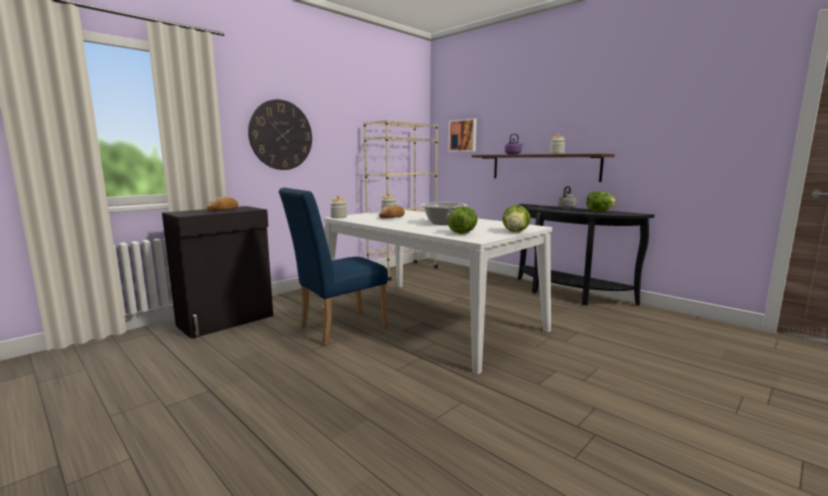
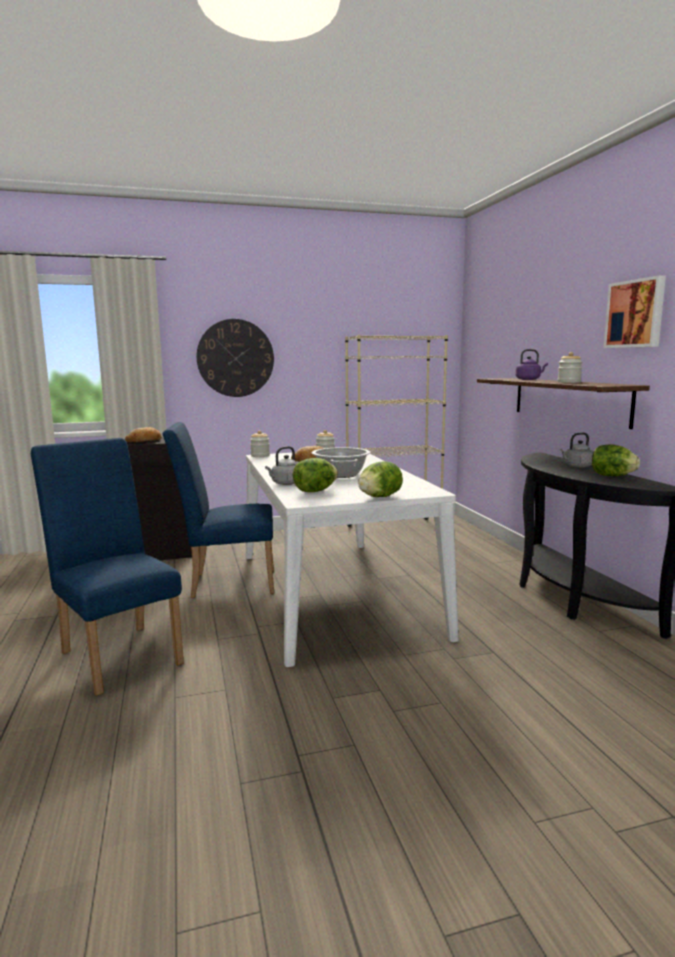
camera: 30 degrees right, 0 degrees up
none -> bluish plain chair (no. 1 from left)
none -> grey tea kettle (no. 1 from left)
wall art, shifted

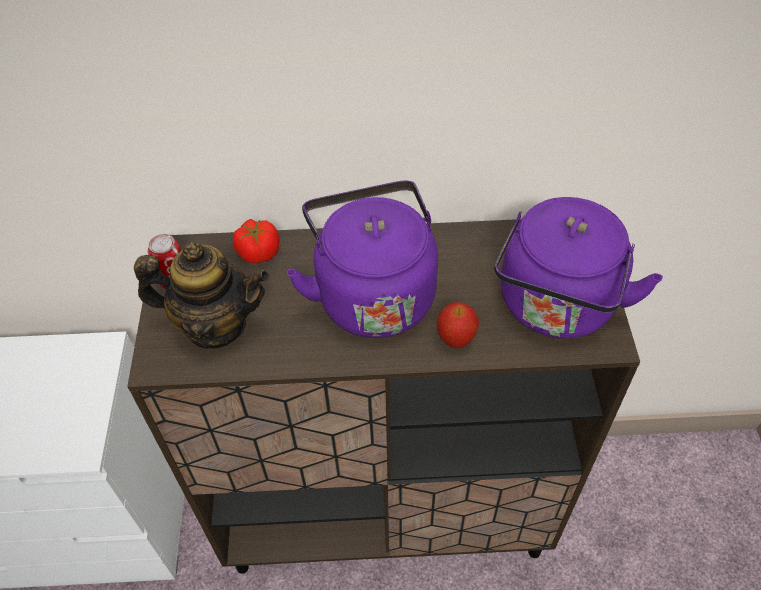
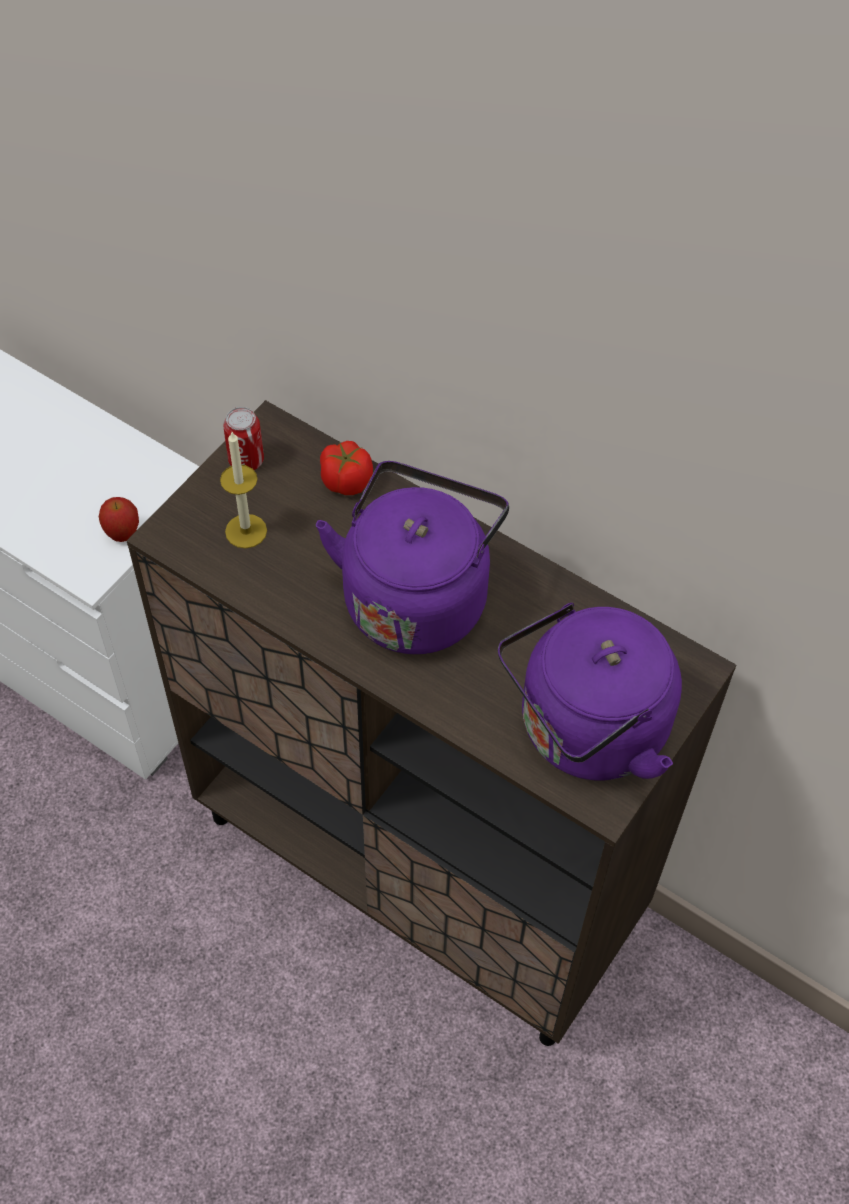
camera: 35 degrees right, 5 degrees up
apple, shifted
pot for tea -> candle

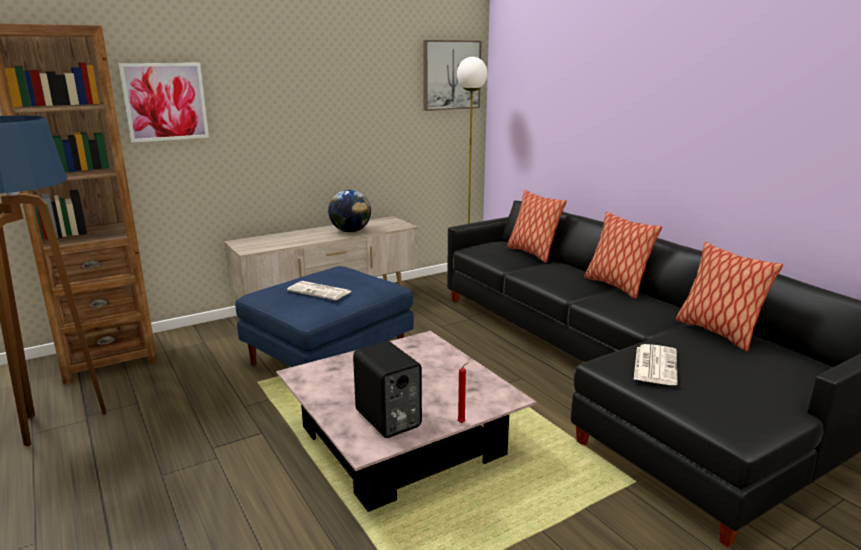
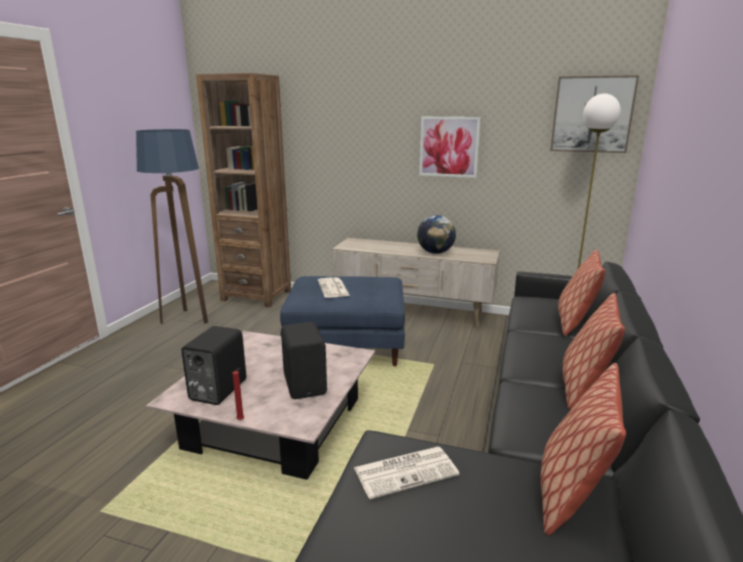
camera: 50 degrees right, 0 degrees up
none -> black audio speaker (no. 2 from left)
wall art (no. 1 from left), shifted

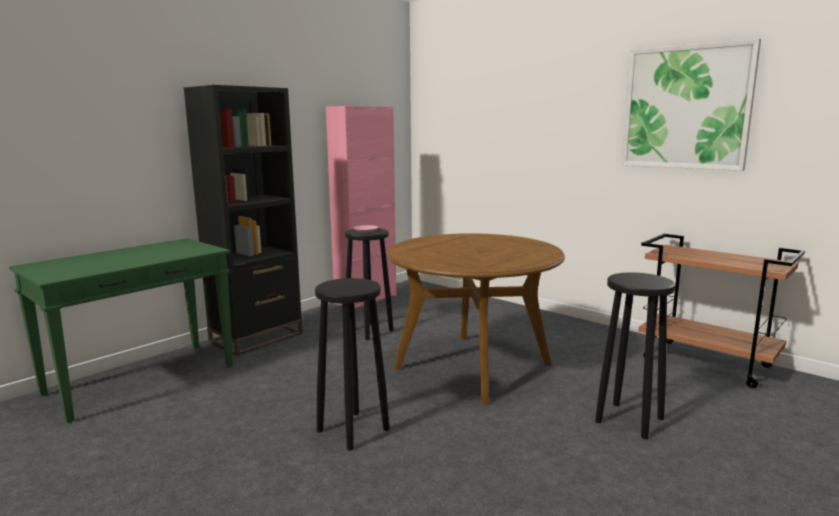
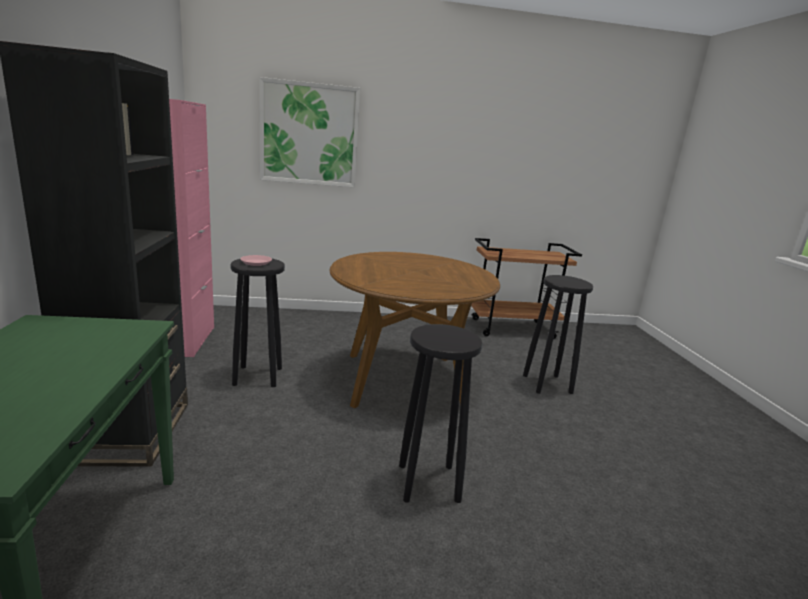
camera: 50 degrees left, 5 degrees up
wall art, shifted

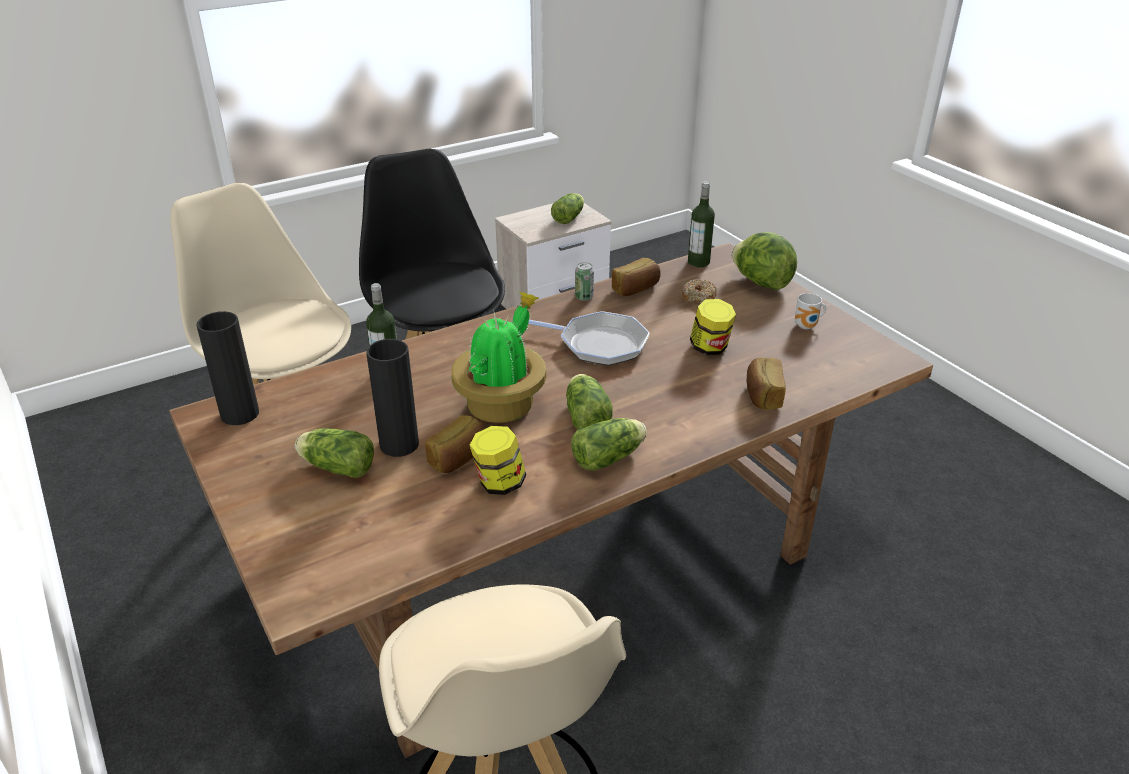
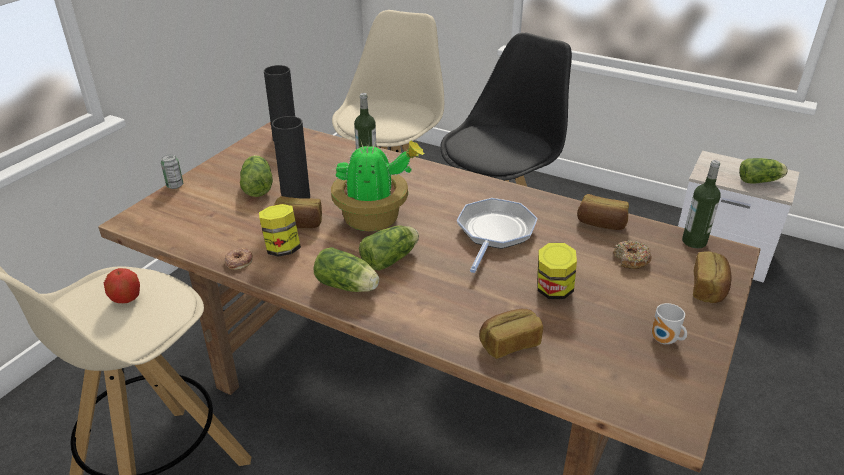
camera: 60 degrees right, 0 degrees up
none -> apple
none -> donut (no. 1 from left)
sealed can, shifted
lettuce head (no. 5 from left) -> baked bread (no. 4 from left)
skillet, 150 degrees counterclockwise

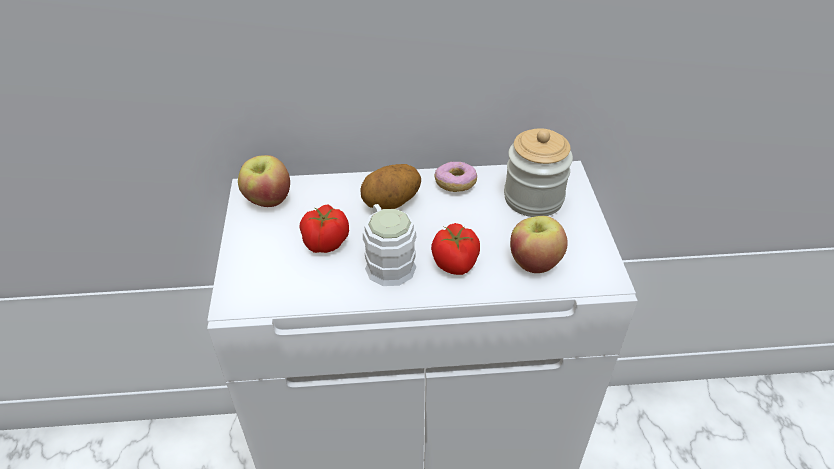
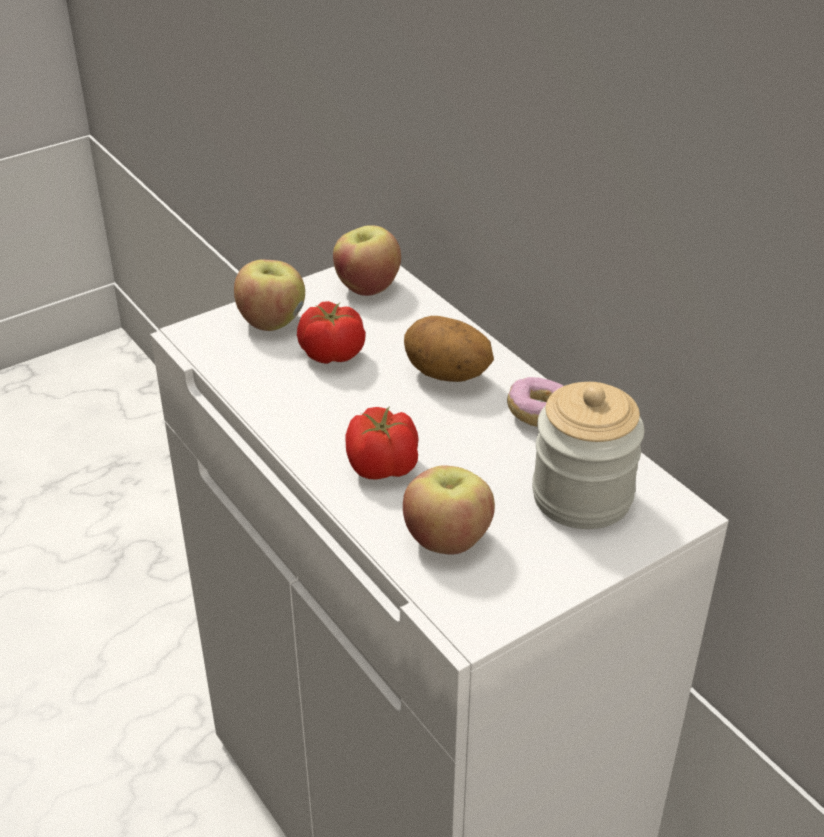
camera: 60 degrees right, 5 degrees down
white-coloured tea mug -> none
none -> apple (no. 1 from left)

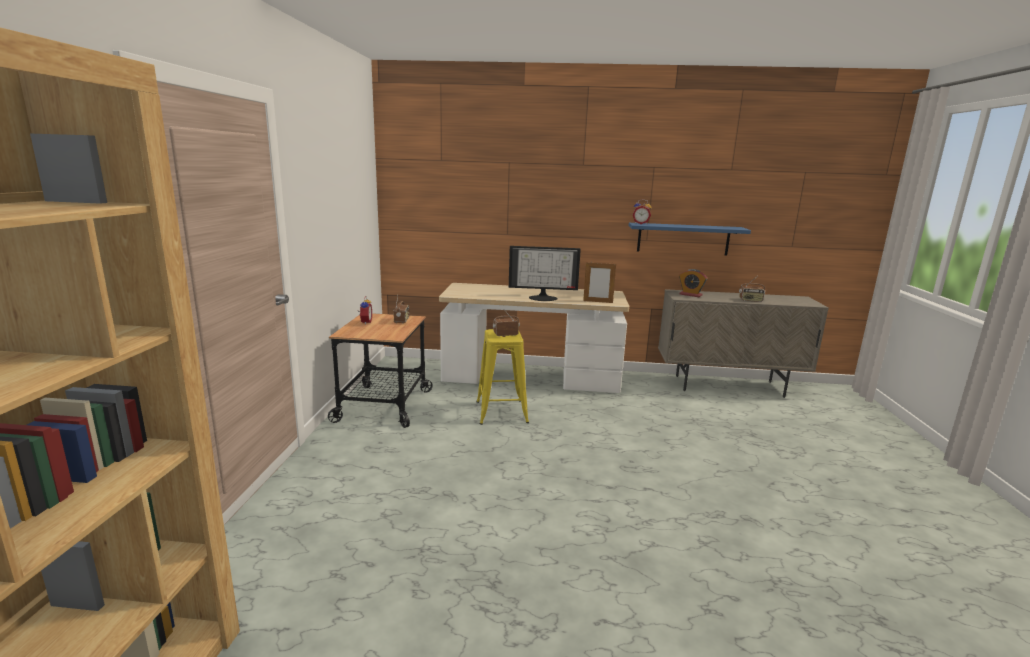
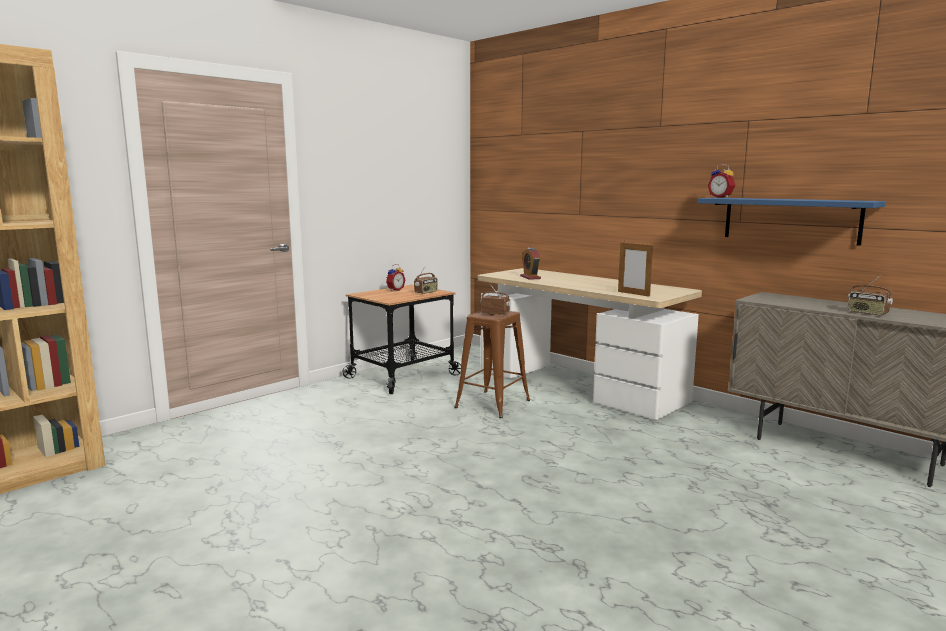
camera: 40 degrees right, 5 degrees down
computer display -> none
alarm clock (no. 3 from left in the first image) -> alarm clock (no. 2 from left), shifted
yellow-coloured sitting stool -> brown-coloured sitting stool

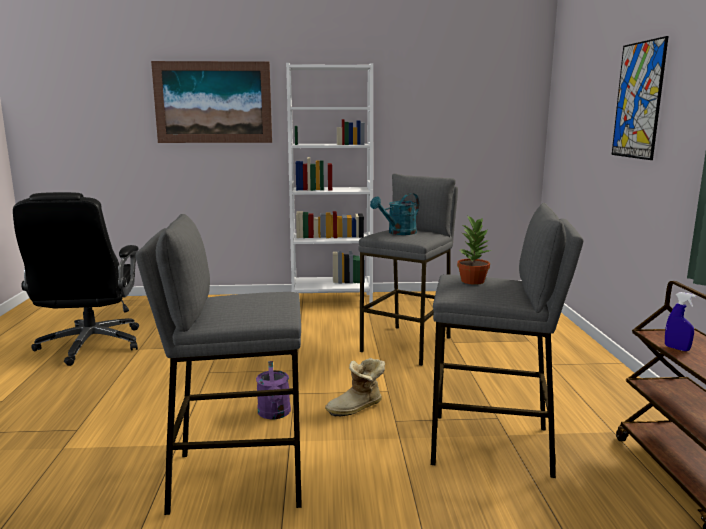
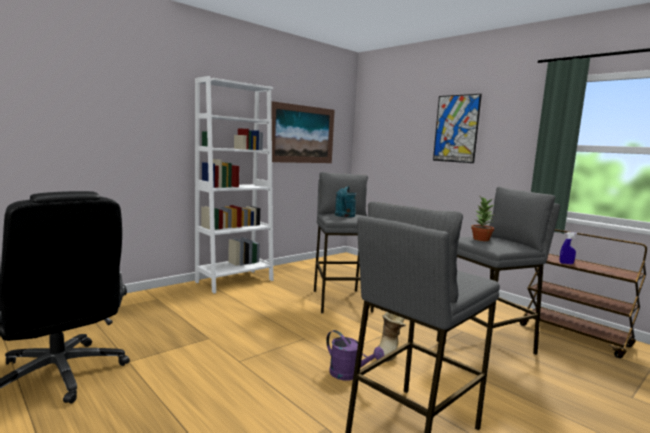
camera: 40 degrees left, 5 degrees down
wall art (no. 1 from left), shifted

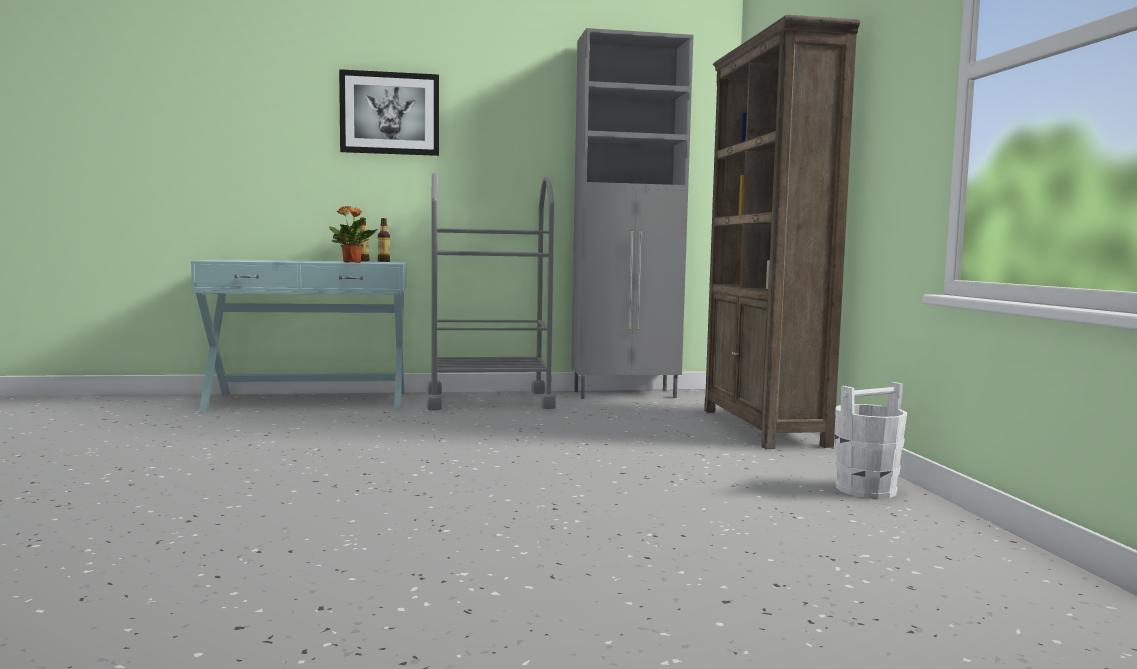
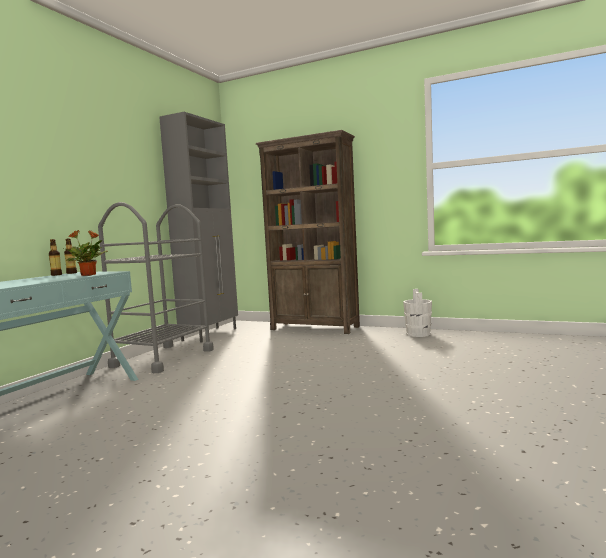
camera: 55 degrees left, 0 degrees up
wall art -> none

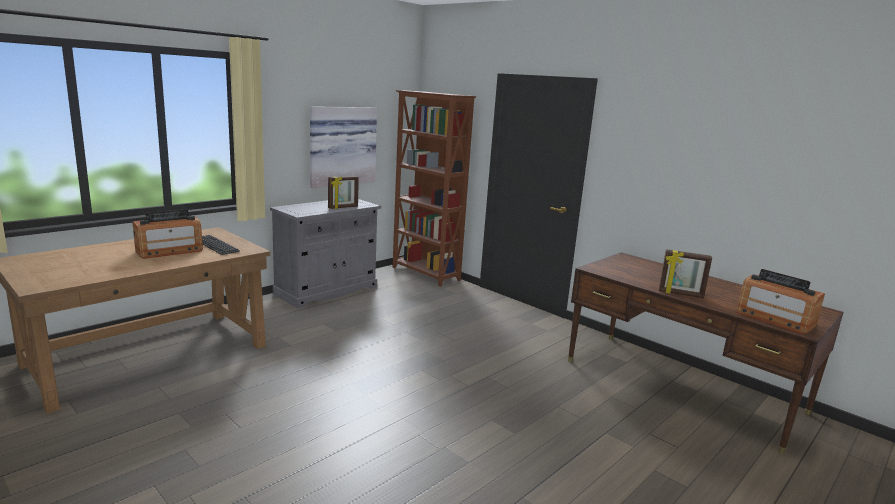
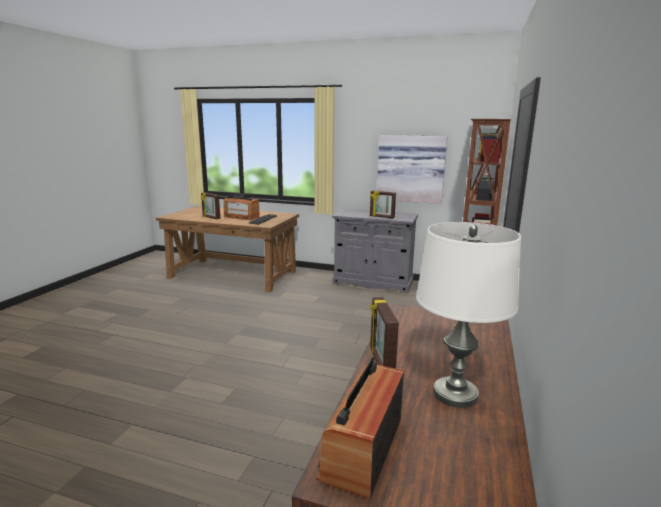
camera: 65 degrees right, 0 degrees up
none -> photo frame (no. 1 from left)
none -> white-coloured lamp for a table

